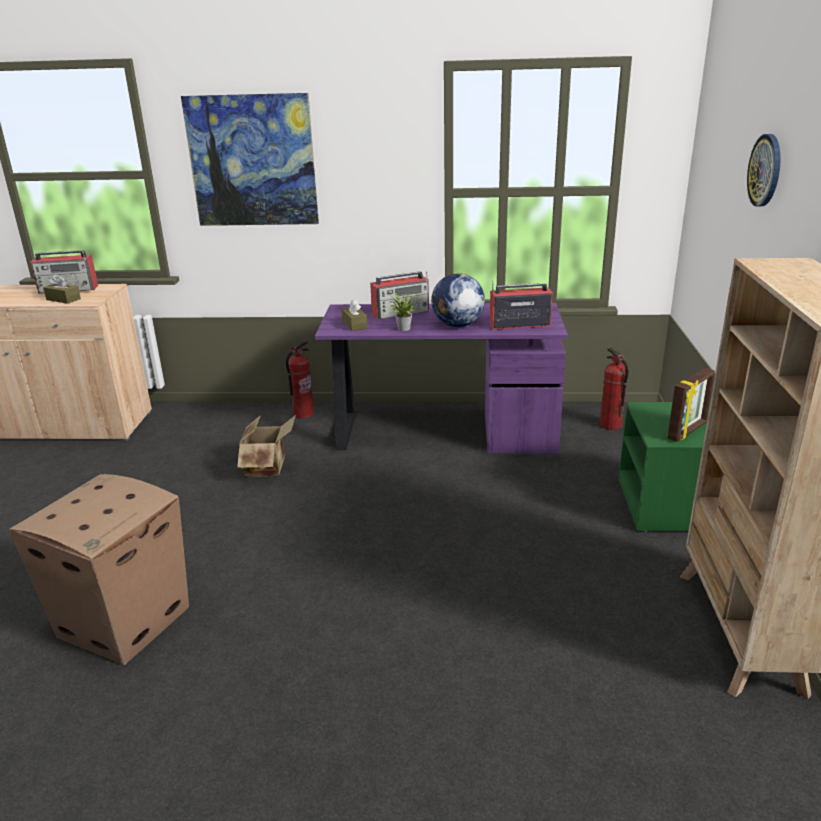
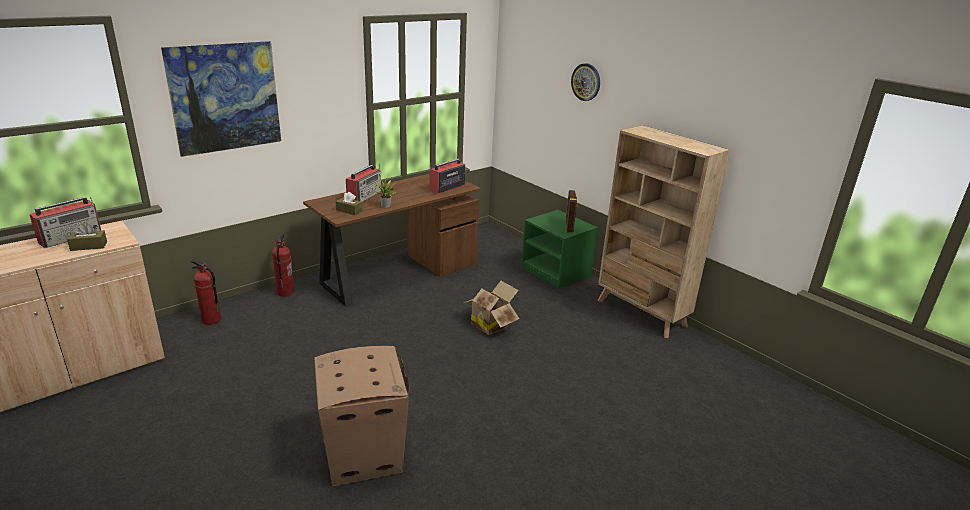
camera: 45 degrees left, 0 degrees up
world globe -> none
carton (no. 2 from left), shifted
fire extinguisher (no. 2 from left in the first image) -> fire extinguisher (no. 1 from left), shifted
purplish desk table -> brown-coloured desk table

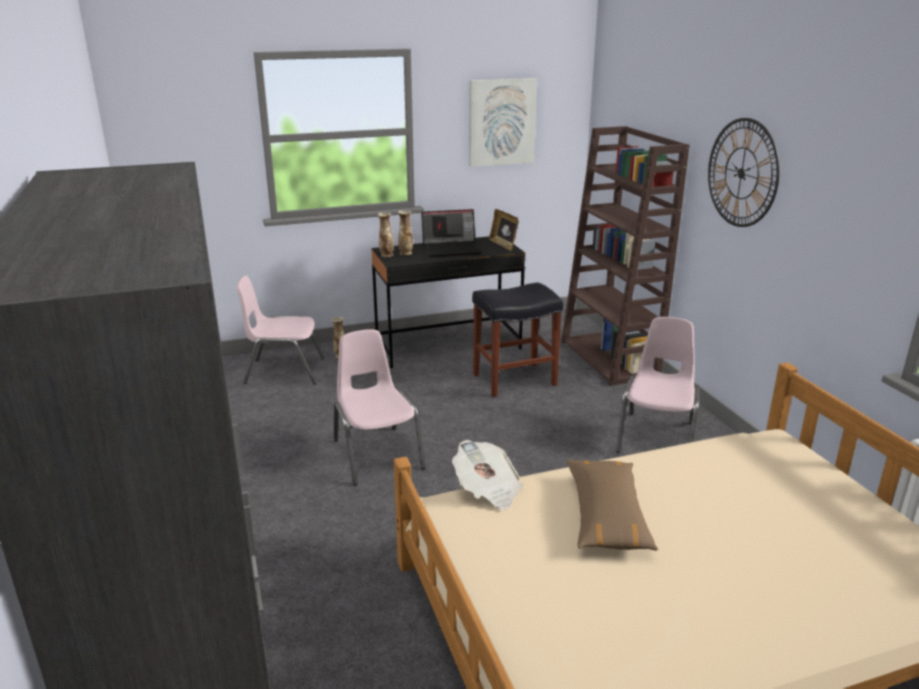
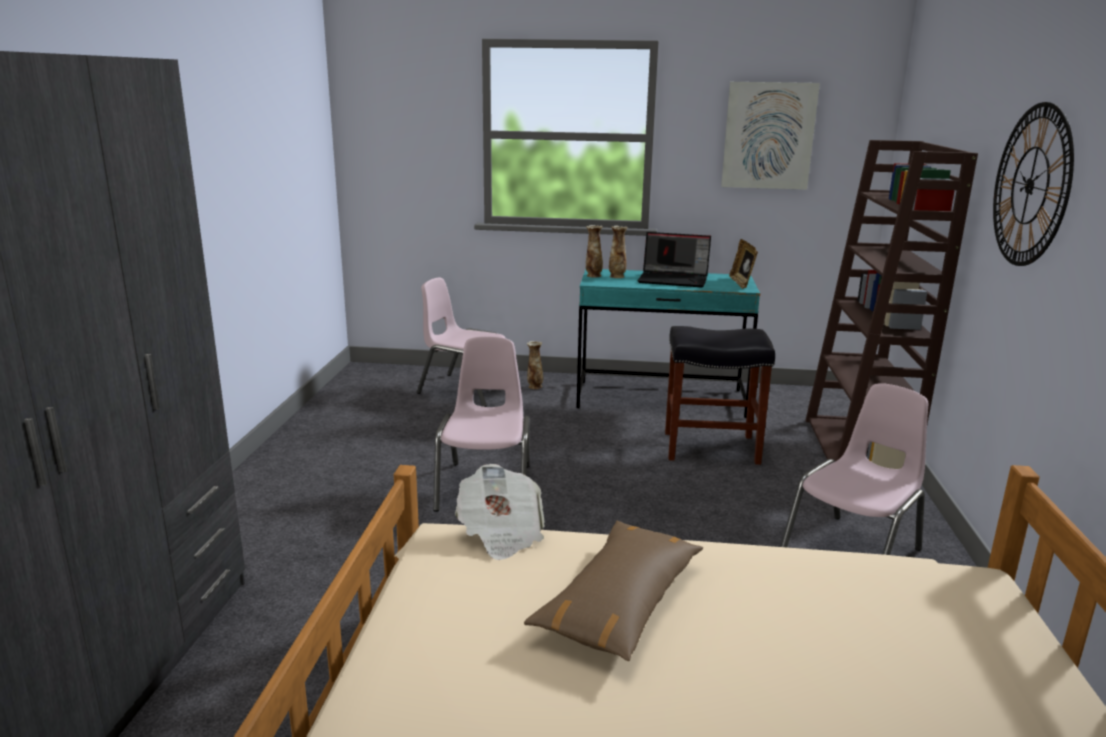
camera: 25 degrees right, 5 degrees down
black desk table -> turquoise desk table

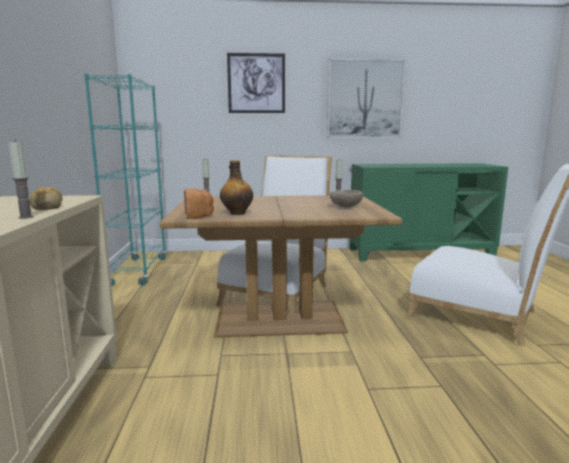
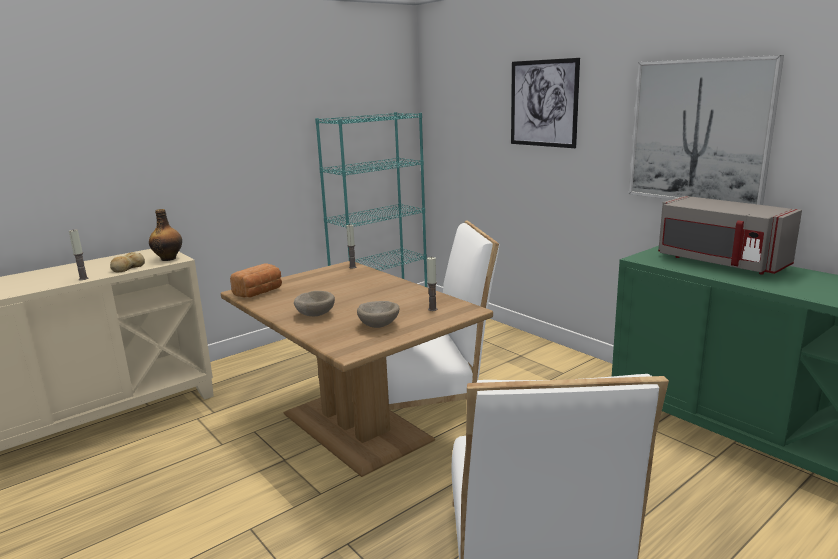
camera: 55 degrees right, 5 degrees up
none -> beige-coloured serving bowl (no. 1 from left)
none -> grey microwave
beverage bottle, shifted

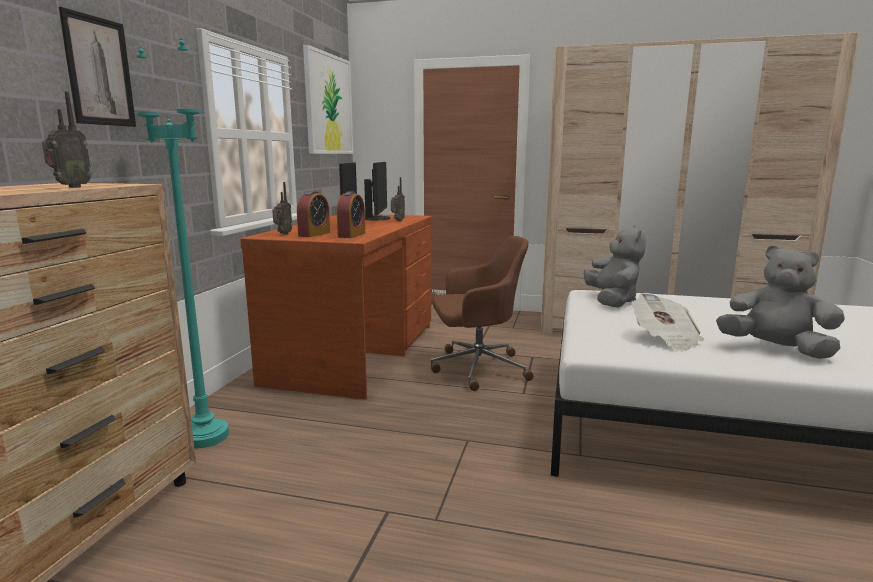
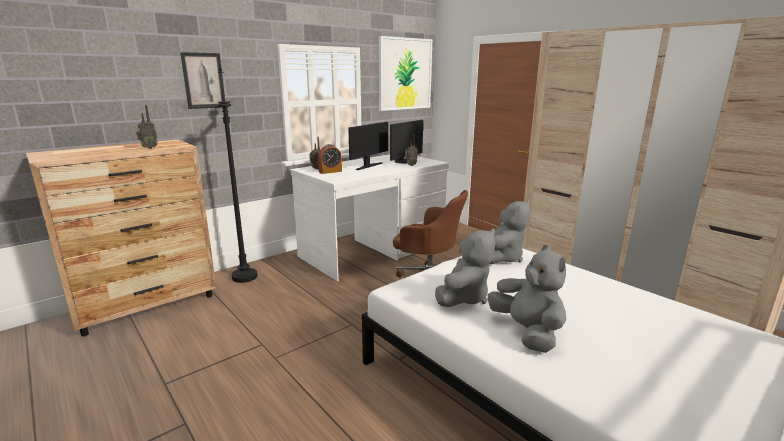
camera: 35 degrees right, 5 degrees up
alarm clock (no. 2 from left) -> none
printed paper -> grey plush toy (no. 1 from left)
turquoise standard lamp -> black standard lamp
brown-coloured desk table -> white-coloured desk table

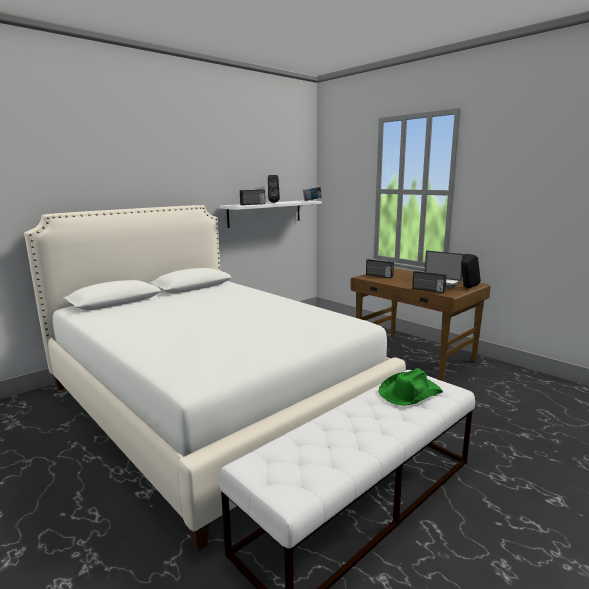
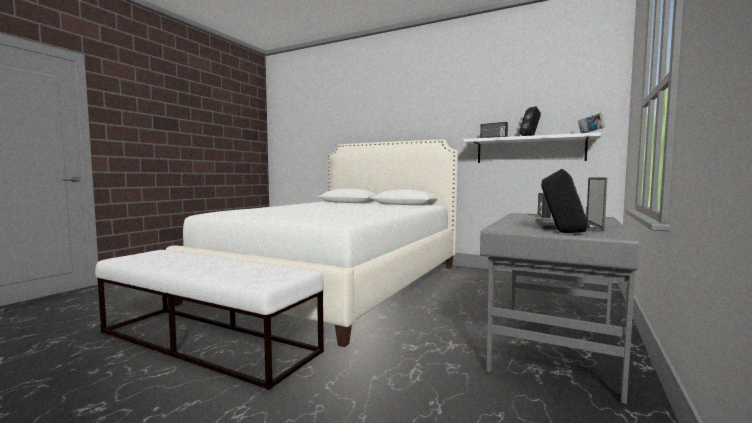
camera: 70 degrees right, 10 degrees down
greenish wearable hat -> none
radio set (no. 3 from left) -> none
brown-coloured desk table -> grey desk table

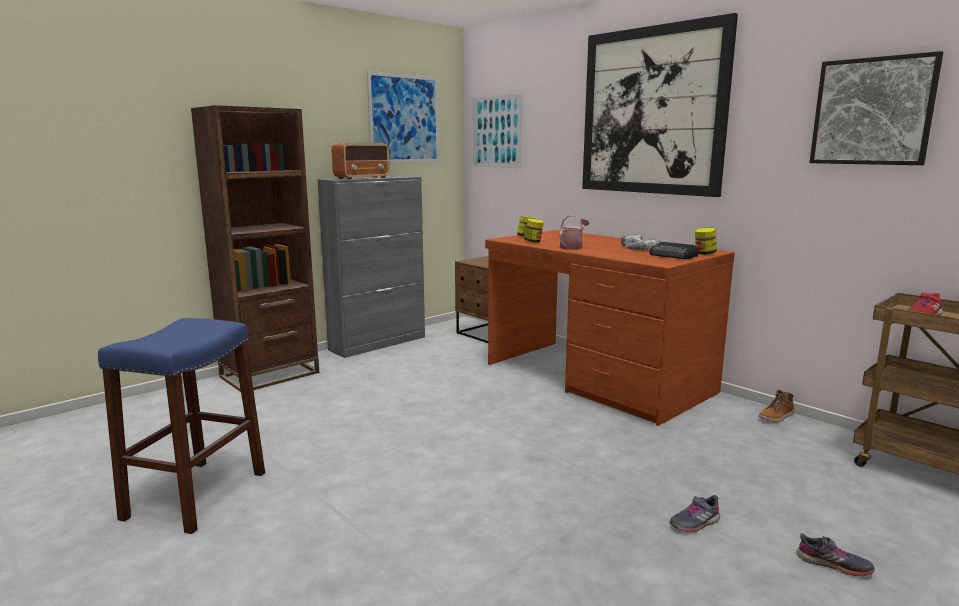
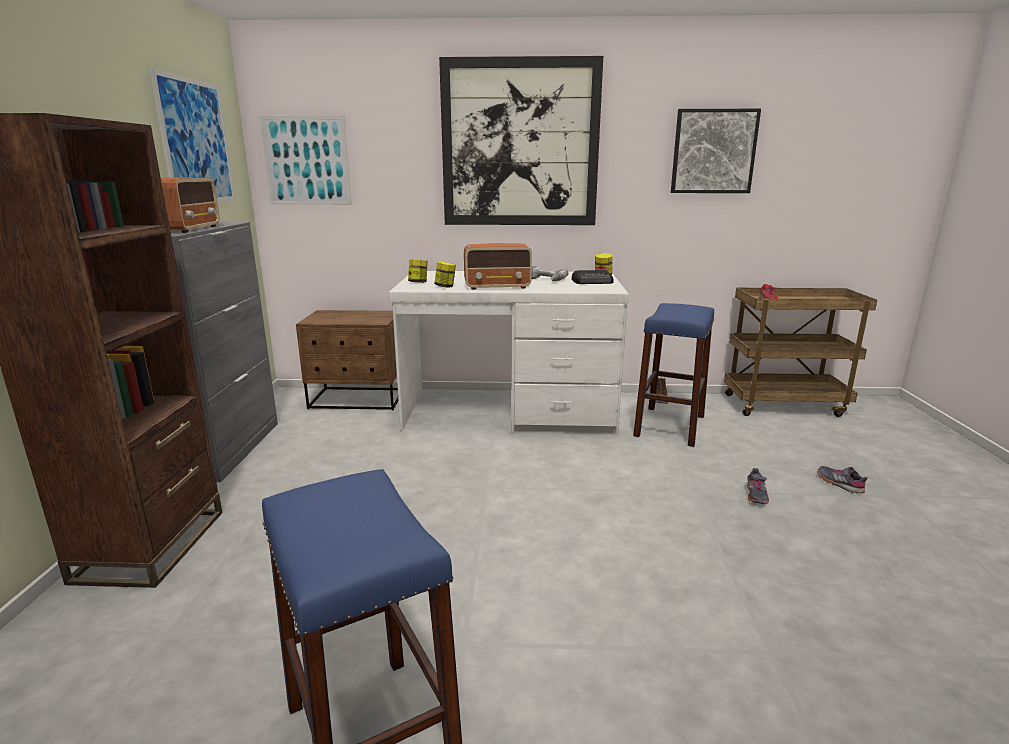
camera: 45 degrees left, 5 degrees up
none -> bluish sitting stool (no. 2 from left)
watering can -> radio set (no. 2 from left)
brown-coloured desk table -> white-coloured desk table
grey shoe (no. 2 from left), 105 degrees counterclockwise

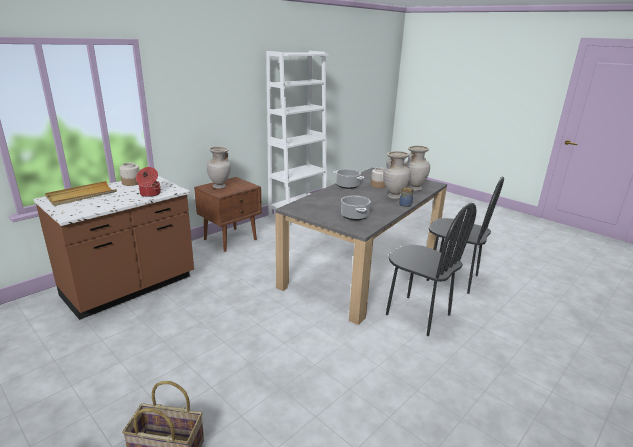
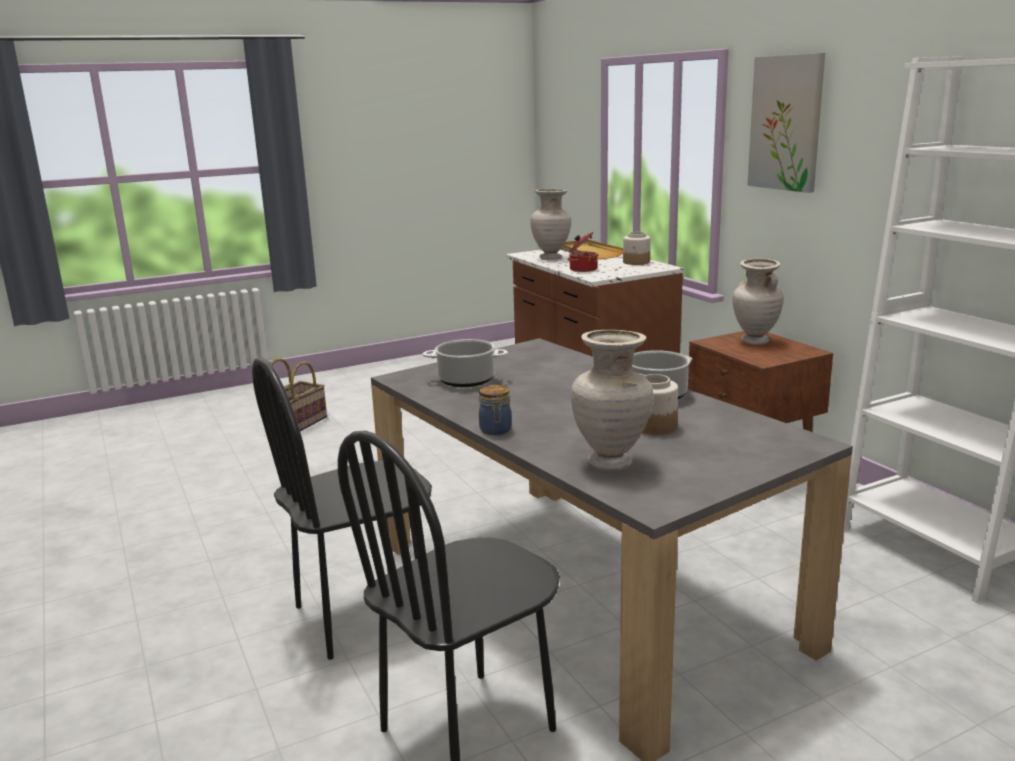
camera: 110 degrees right, 5 degrees down
none -> wall art
beige-coloured decorative vase (no. 2 from left in the first image) -> beige-coloured decorative vase (no. 1 from left), shifted

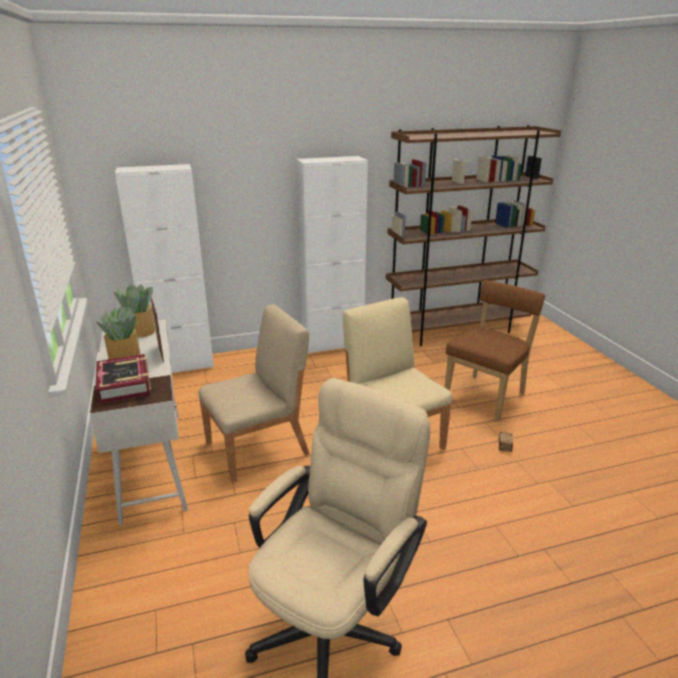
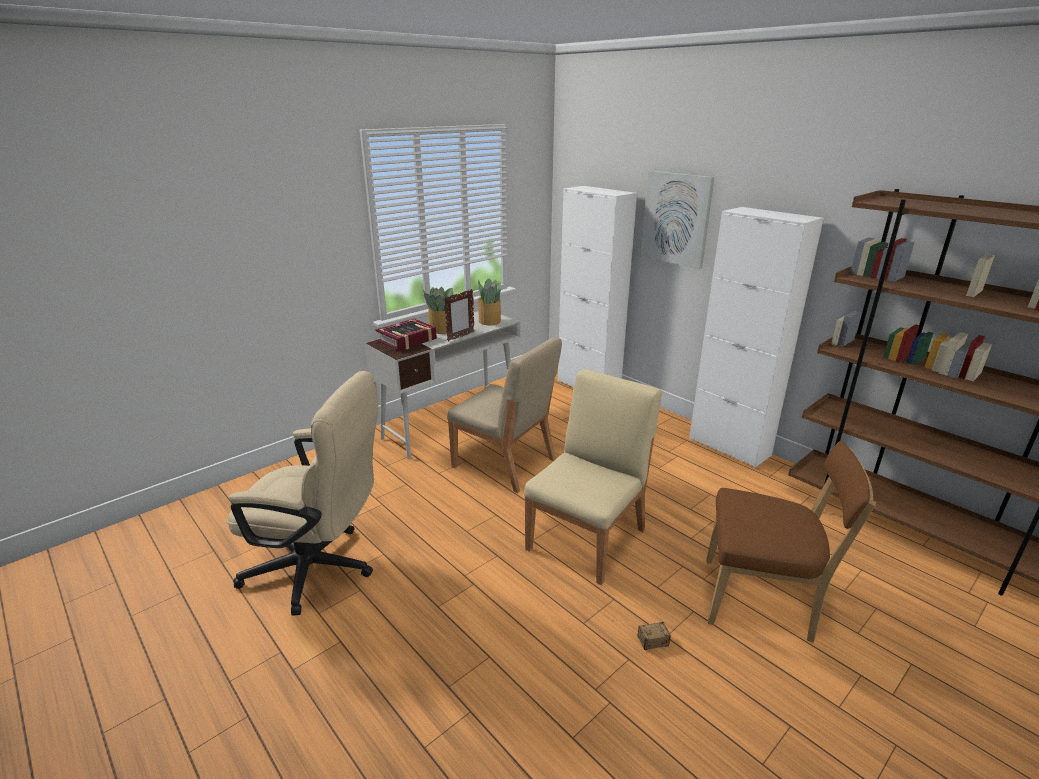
camera: 65 degrees right, 0 degrees up
none -> wall art

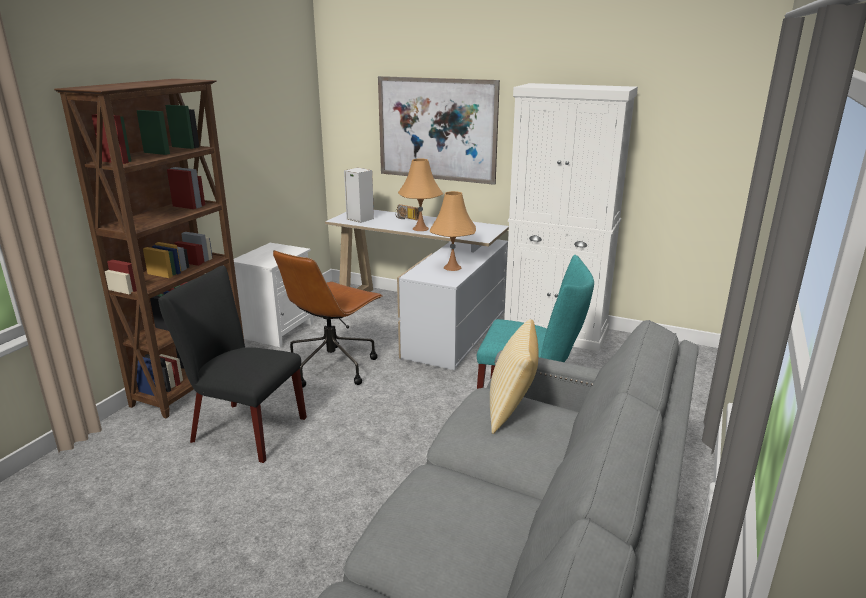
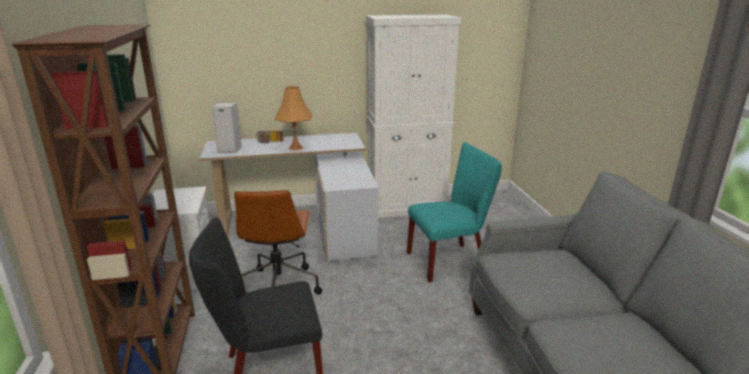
camera: 35 degrees left, 0 degrees up
wall art -> none
orange-coloured lamp for a table (no. 2 from left) -> none
pillow -> none

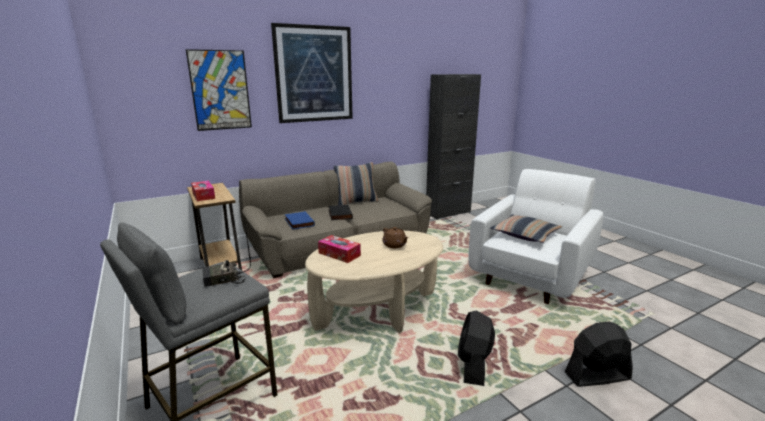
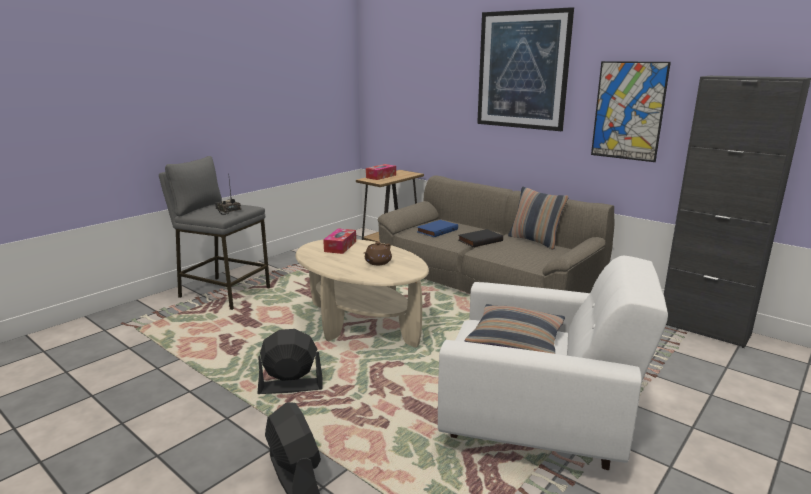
camera: 70 degrees right, 0 degrees up
wall art (no. 1 from left in the first image) -> wall art (no. 2 from left), shifted

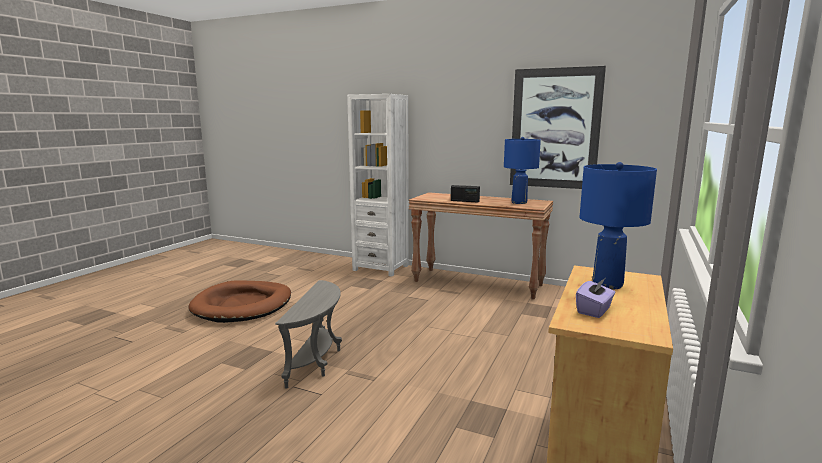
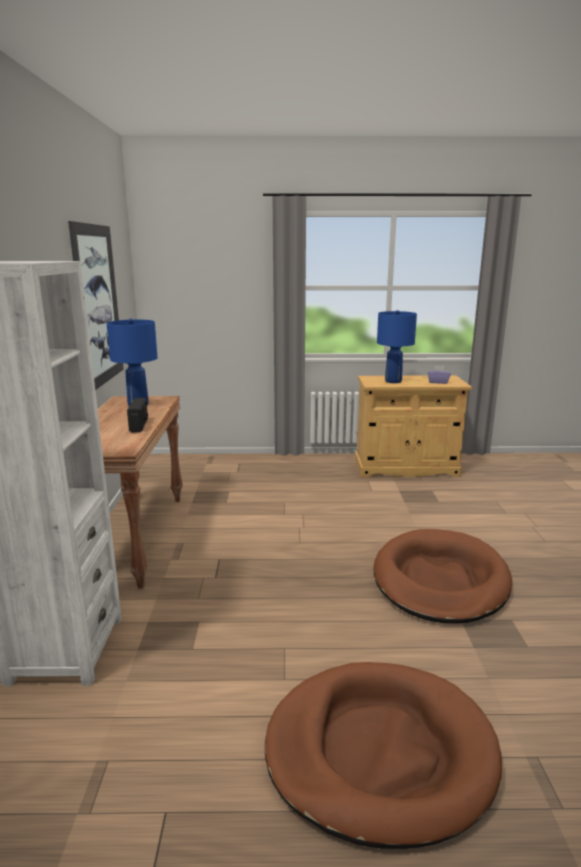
camera: 115 degrees left, 5 degrees up
grey side table -> brown-coloured pet bed (no. 2 from left)

